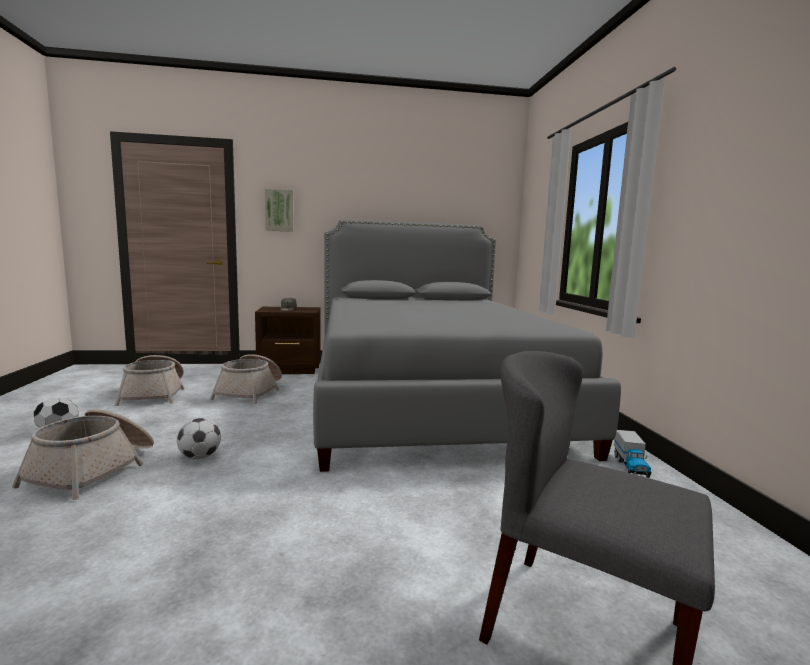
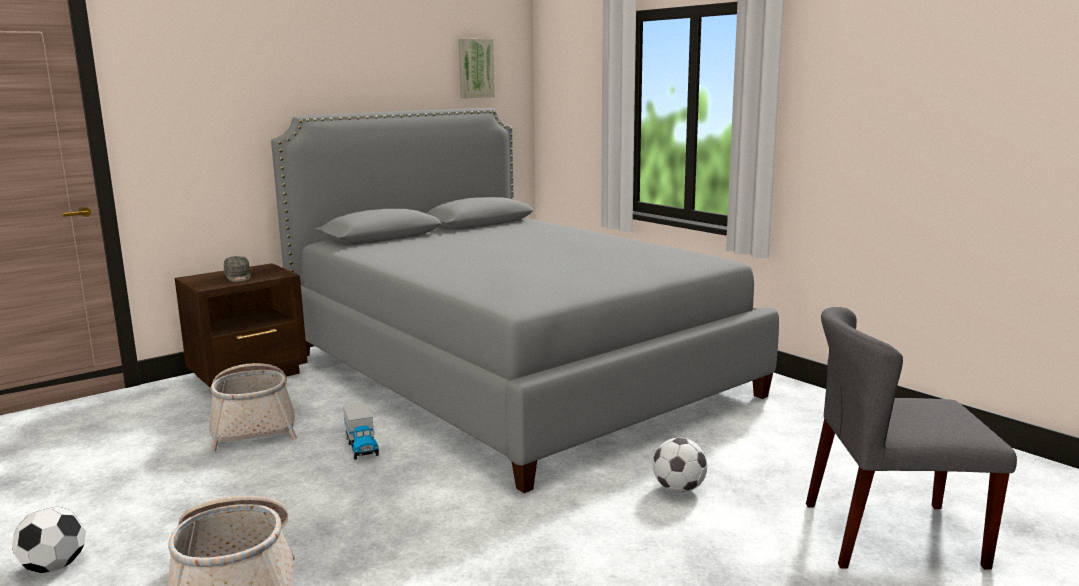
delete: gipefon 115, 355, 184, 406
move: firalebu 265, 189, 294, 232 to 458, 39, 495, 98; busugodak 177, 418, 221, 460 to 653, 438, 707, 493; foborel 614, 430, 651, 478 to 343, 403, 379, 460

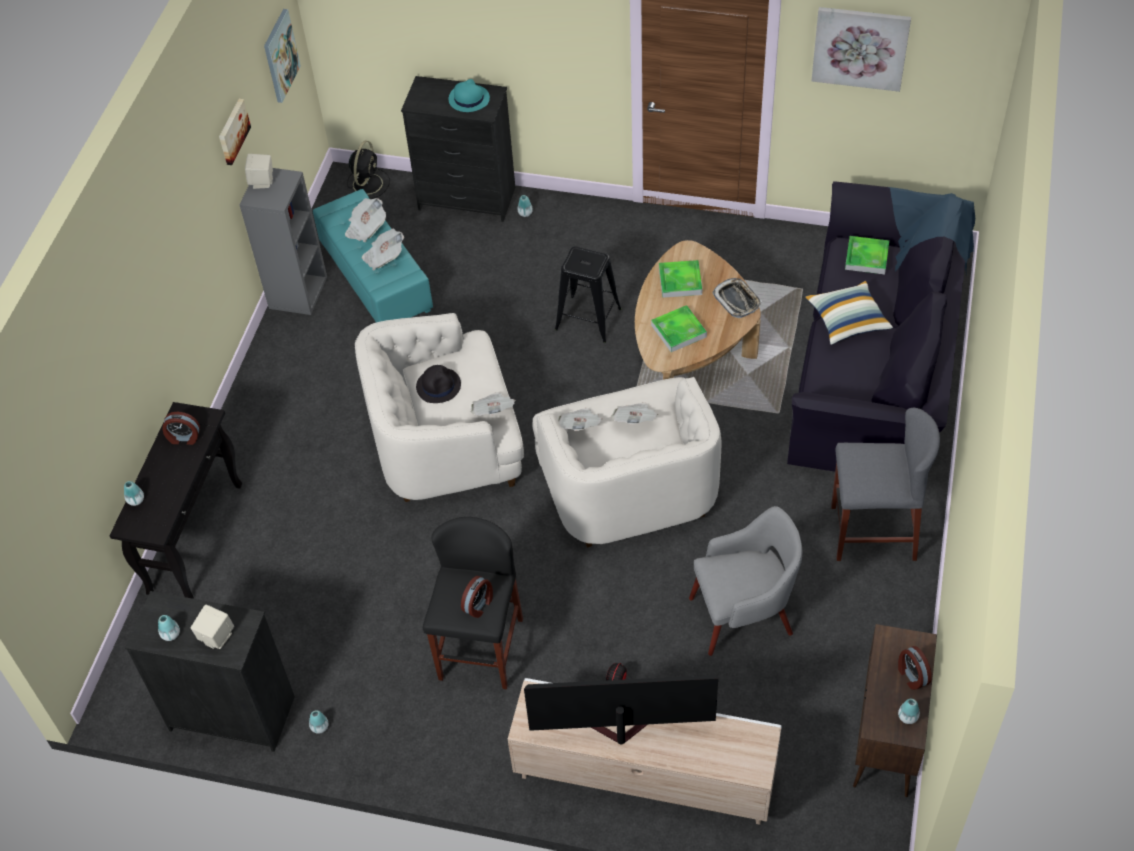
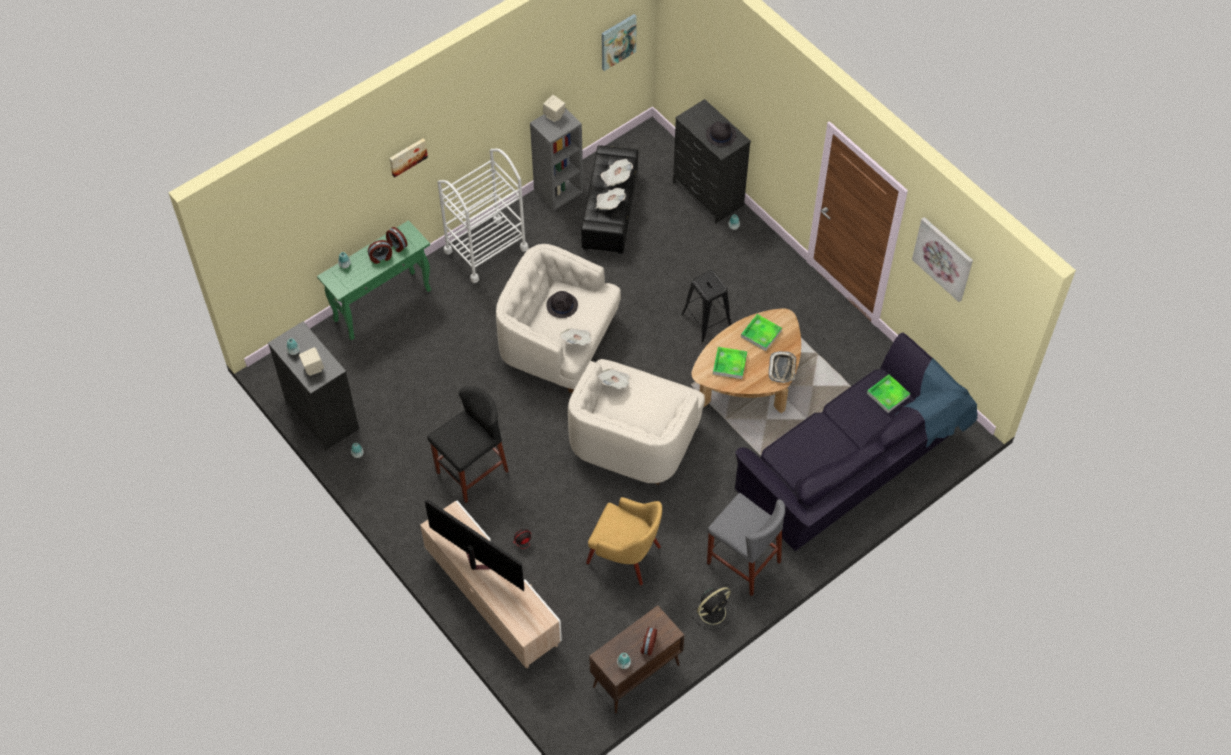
delete: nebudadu 805, 281, 893, 345; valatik 611, 402, 658, 425
insert: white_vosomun 438, 149, 529, 283
move: firalebu 219, 99, 251, 165 to 390, 138, 428, 178; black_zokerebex 347, 141, 390, 199 to 692, 587, 733, 630; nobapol 461, 576, 493, 618 to 368, 240, 392, 264
recolor: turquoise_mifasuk 448, 79, 490, 112 to black_mifasuk 706, 121, 736, 147; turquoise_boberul 313, 189, 433, 322 to black_boberul 581, 145, 638, 254; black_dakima 110, 402, 242, 599 to green_dakima 317, 220, 431, 340; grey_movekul 689, 506, 802, 656 to yellow_movekul 586, 497, 662, 585

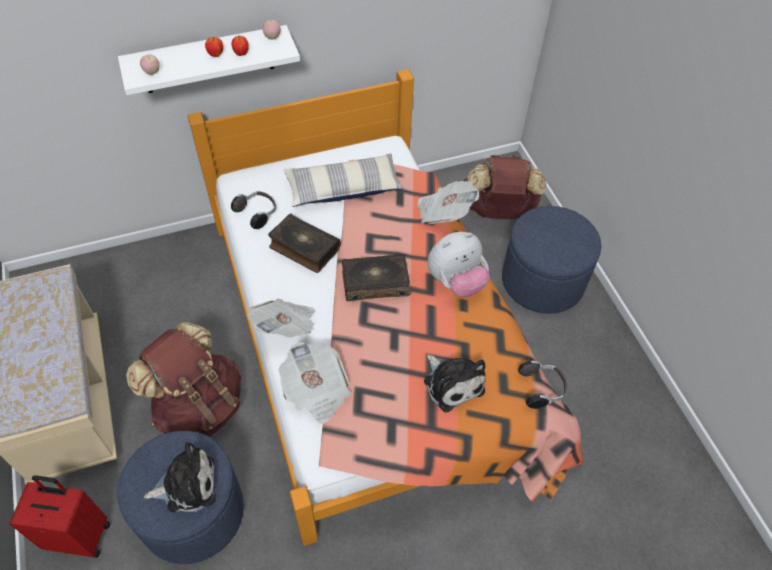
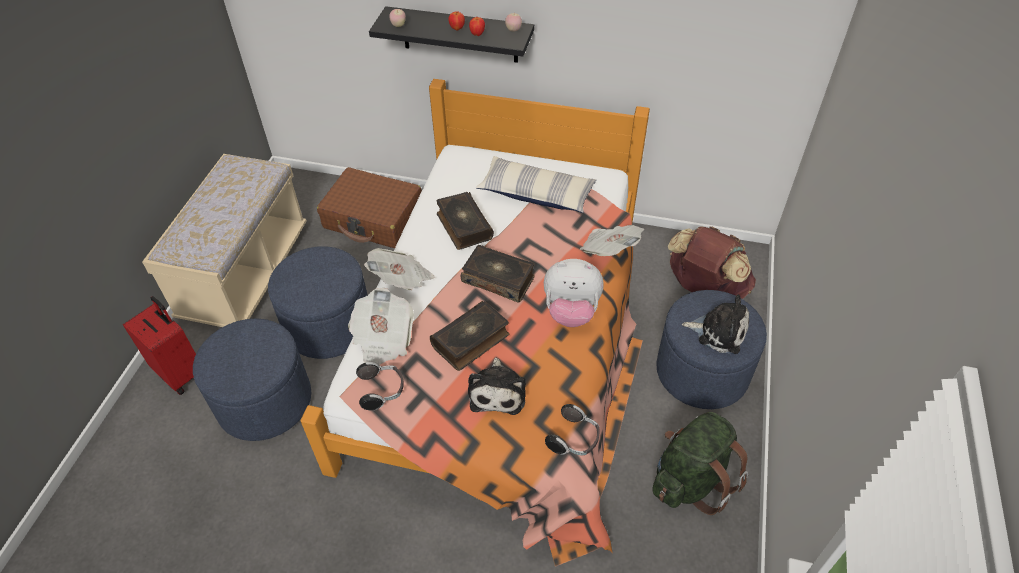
insert: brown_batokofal 317, 167, 422, 248; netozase 430, 301, 509, 371; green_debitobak 653, 412, 748, 515
move: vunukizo 231, 191, 276, 229 to 356, 362, 404, 410; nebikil 144, 442, 215, 512 to 682, 295, 749, 354
replace: brown_debitobak 126, 322, 241, 437 to blue_boberul 268, 246, 368, 359
recolor: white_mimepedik 118, 25, 300, 95 to black_mimepedik 369, 6, 534, 63

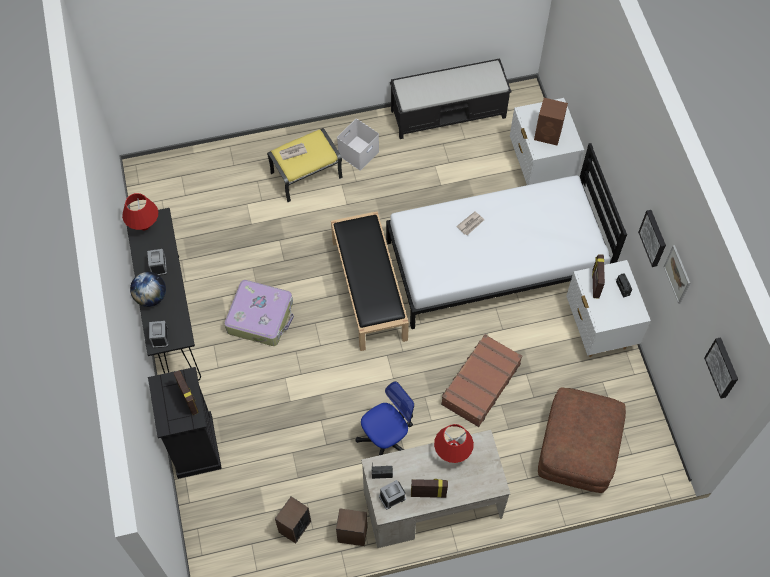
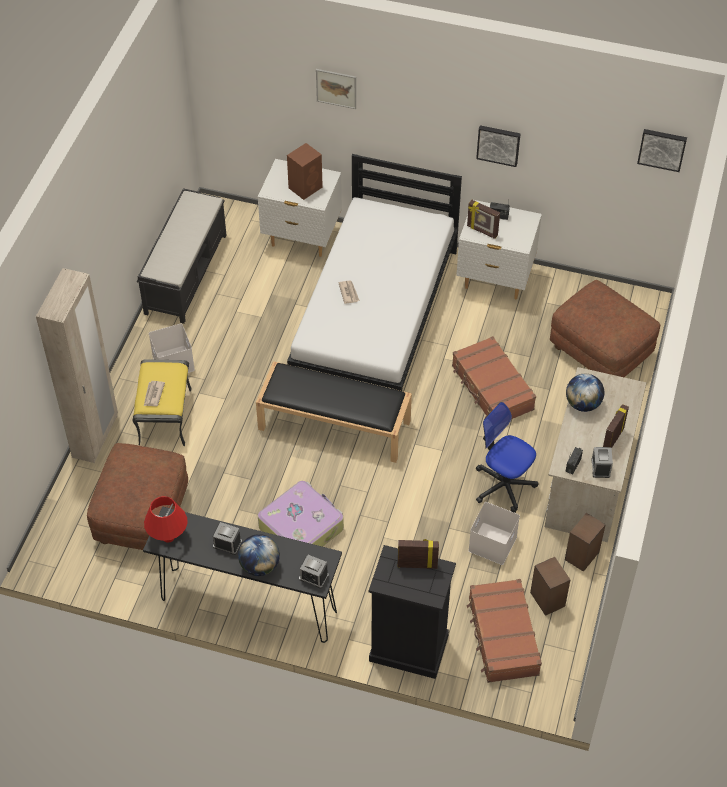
insert: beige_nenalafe 36, 268, 118, 463; brown_boberul 87, 443, 188, 550; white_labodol 468, 502, 520, 565; brown_batokofal 467, 579, 542, 683
move: firalebu 664, 245, 690, 304 to 316, 69, 356, 109
replace: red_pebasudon 434, 424, 474, 463 to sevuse 566, 374, 604, 412
rotate: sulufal 356, 381, 414, 455 = 476, 402, 538, 513 45 degrees counterclockwise

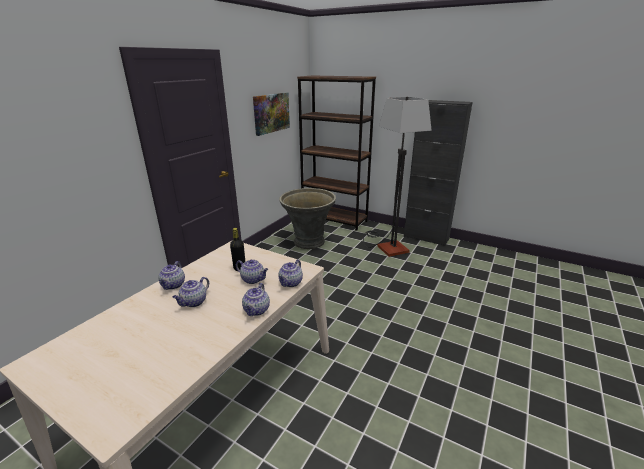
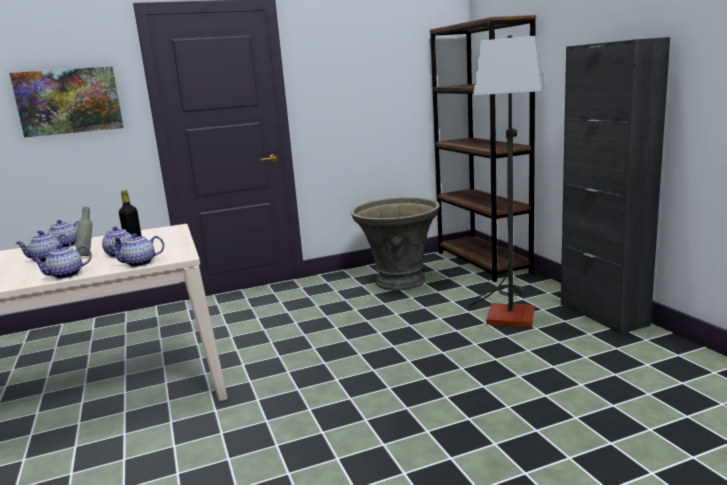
insert: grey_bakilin 76, 207, 92, 256
move: firalebu 253, 92, 290, 136 to 10, 66, 124, 137

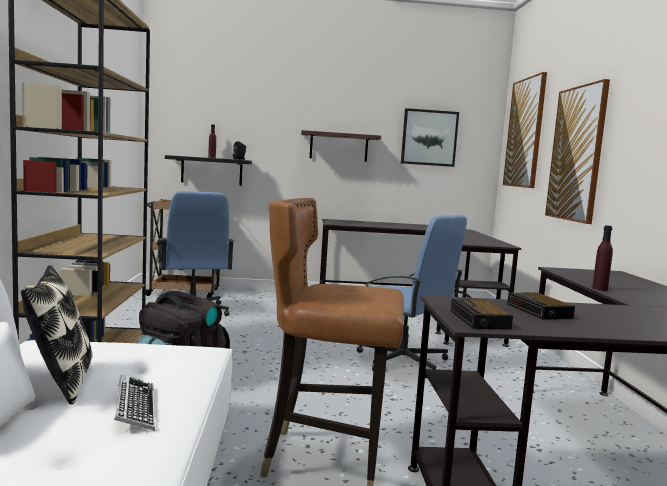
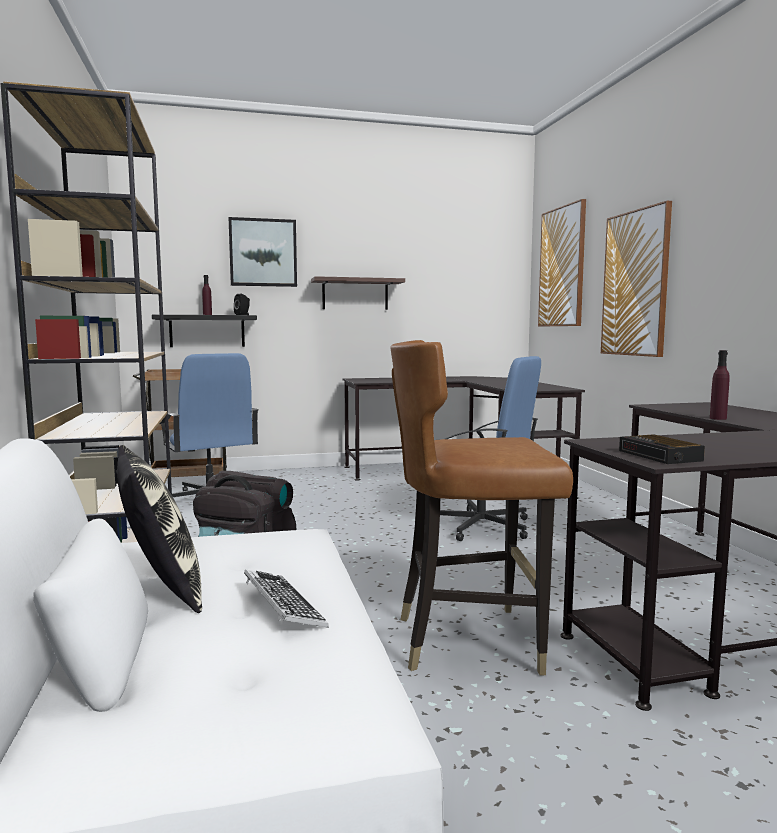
delete: nobapol 507, 292, 575, 320
move: firalebu 401, 108, 459, 167 to 228, 217, 297, 287

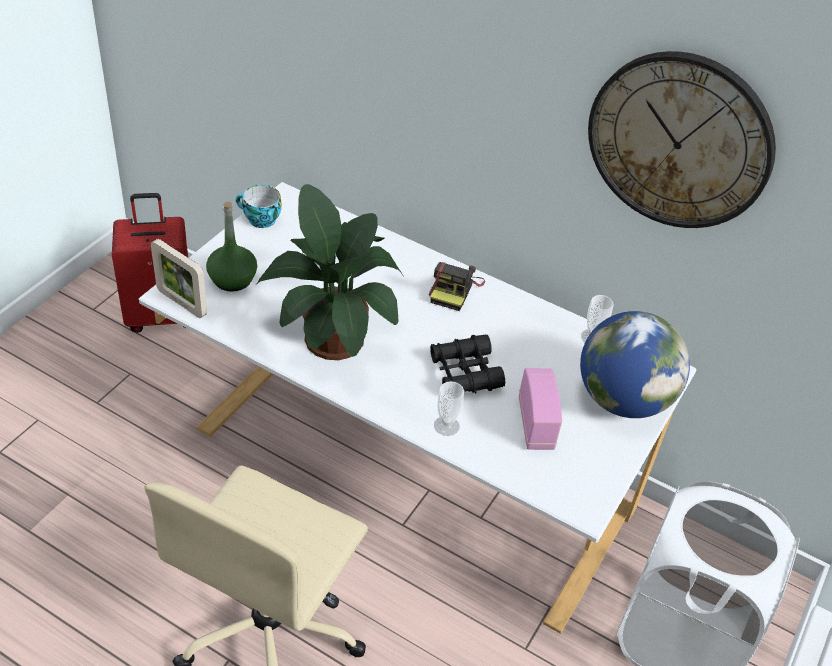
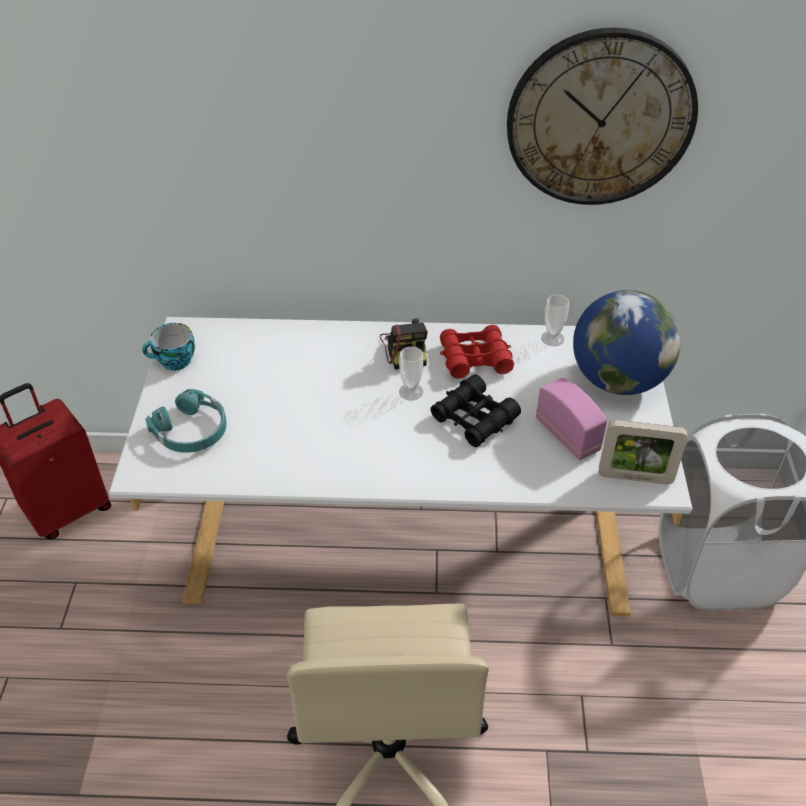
delete: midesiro 257, 184, 404, 360
insert: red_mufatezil 440, 325, 514, 379
move: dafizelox 151, 239, 207, 318 to 599, 420, 688, 484; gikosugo 434, 381, 464, 436 to 399, 347, 423, 400
replace: green_bakilin 206, 201, 257, 292 to turquoise_vunukizo 145, 389, 227, 453

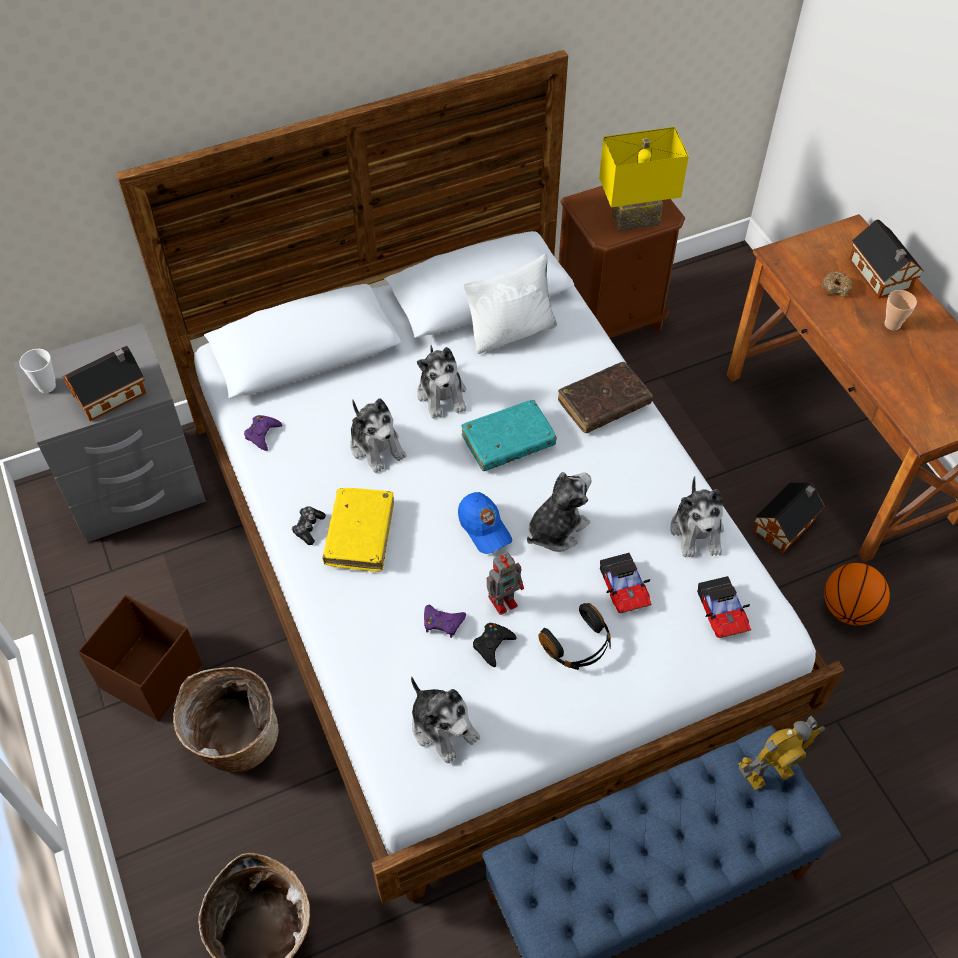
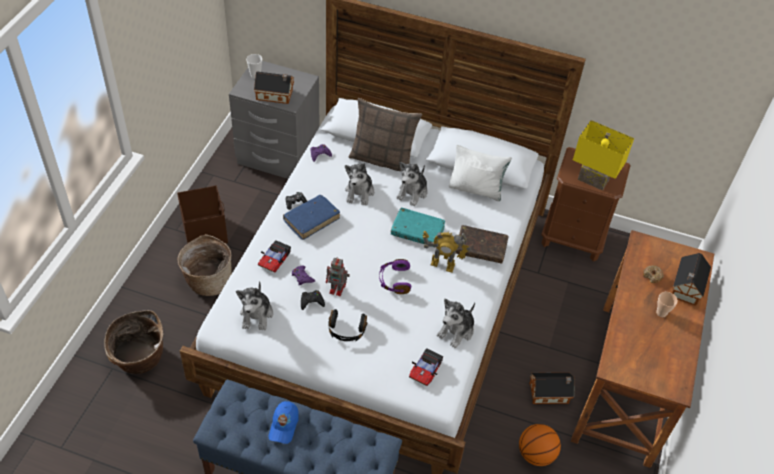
insert: nebudadu 349, 98, 422, 171
move: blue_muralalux 458, 492, 512, 554 to 268, 401, 299, 444; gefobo 600, 553, 651, 613 to 258, 240, 291, 272; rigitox 738, 716, 825, 790 to 423, 231, 471, 273
replace: nebikil 527, 472, 592, 552 to purple_vunukizo 379, 259, 411, 294
recolor: yellow_netozase 322, 488, 394, 572 to blue_netozase 283, 195, 340, 240

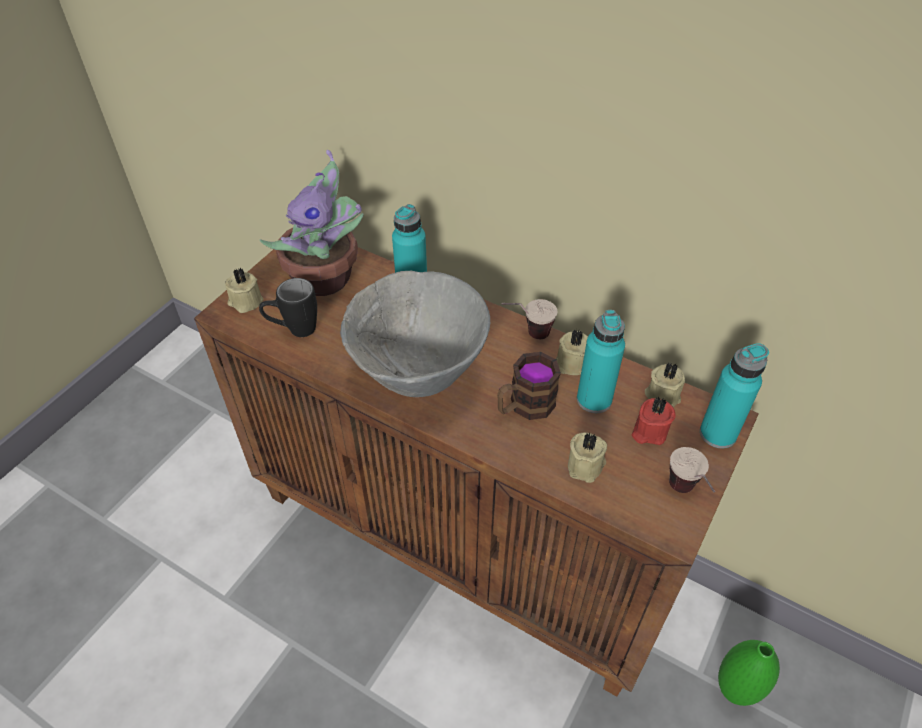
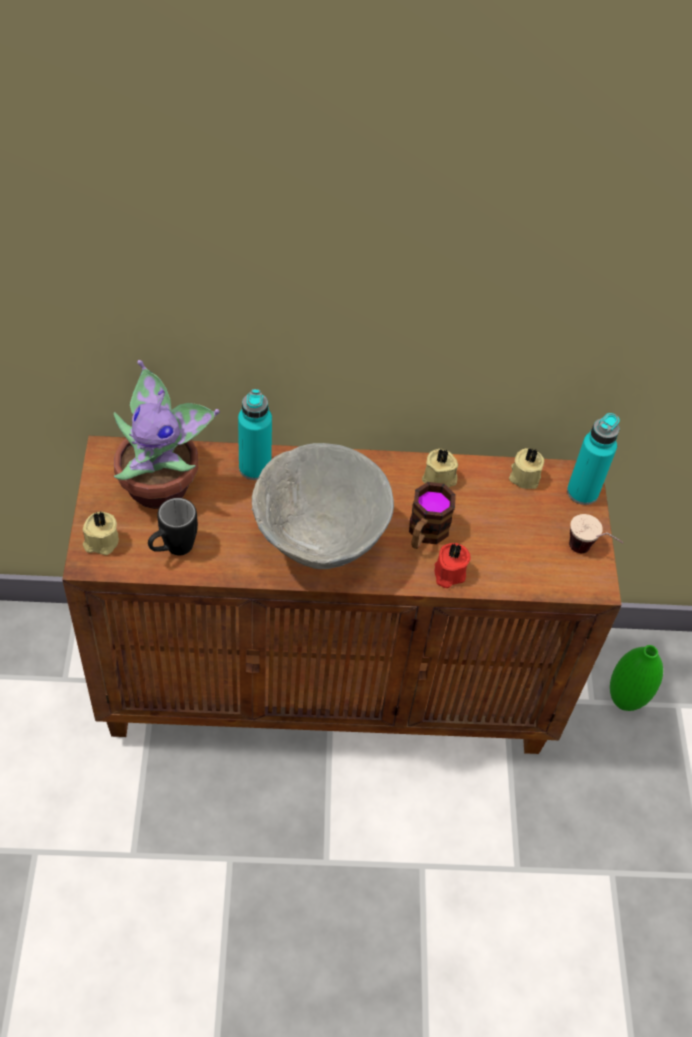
delete: gikosugo 502, 299, 558, 339; turquoise_bakilin 577, 310, 625, 413; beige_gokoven 568, 432, 607, 483
move: red_gokoven 632, 396, 675, 445 to 434, 543, 471, 588

